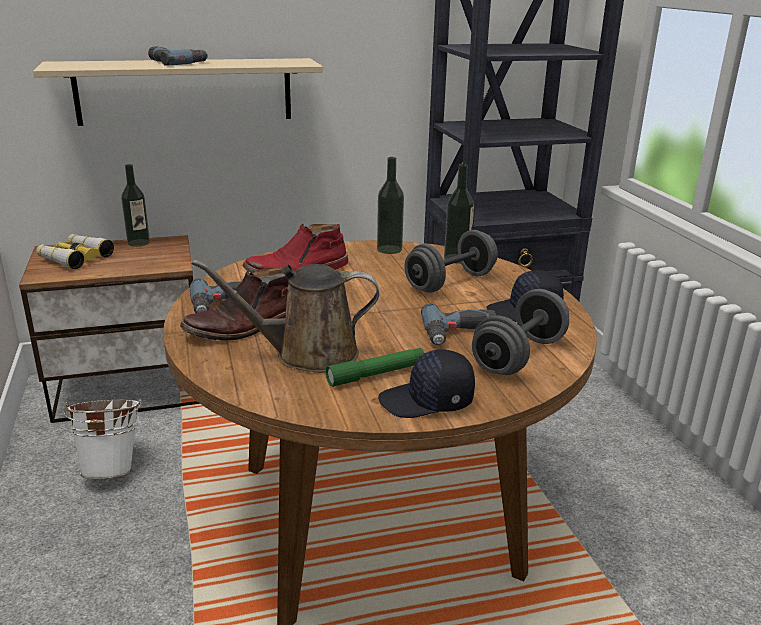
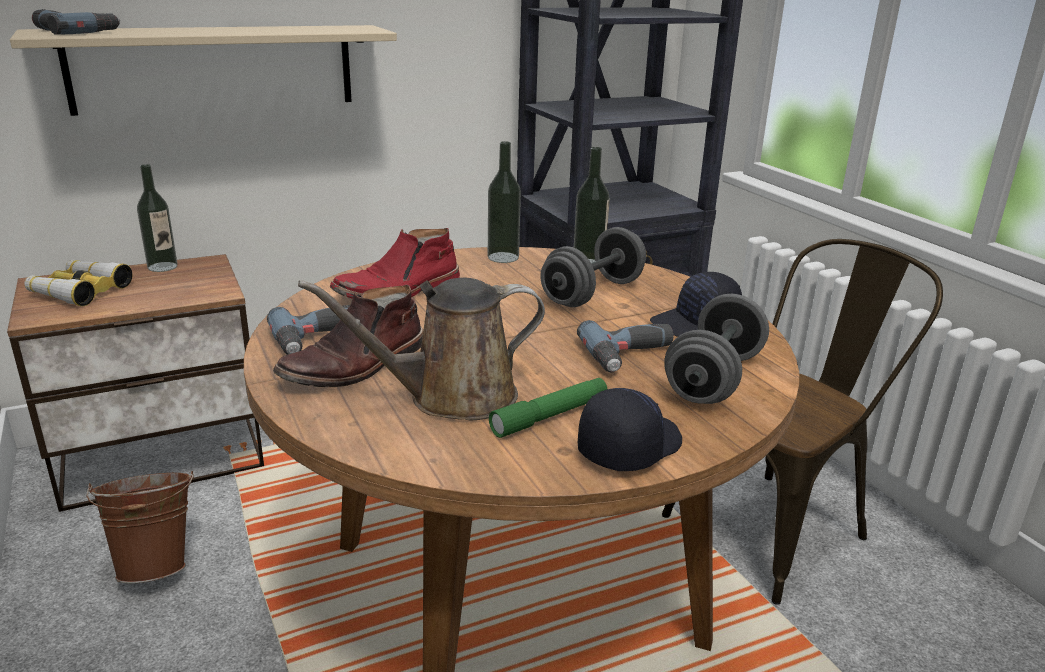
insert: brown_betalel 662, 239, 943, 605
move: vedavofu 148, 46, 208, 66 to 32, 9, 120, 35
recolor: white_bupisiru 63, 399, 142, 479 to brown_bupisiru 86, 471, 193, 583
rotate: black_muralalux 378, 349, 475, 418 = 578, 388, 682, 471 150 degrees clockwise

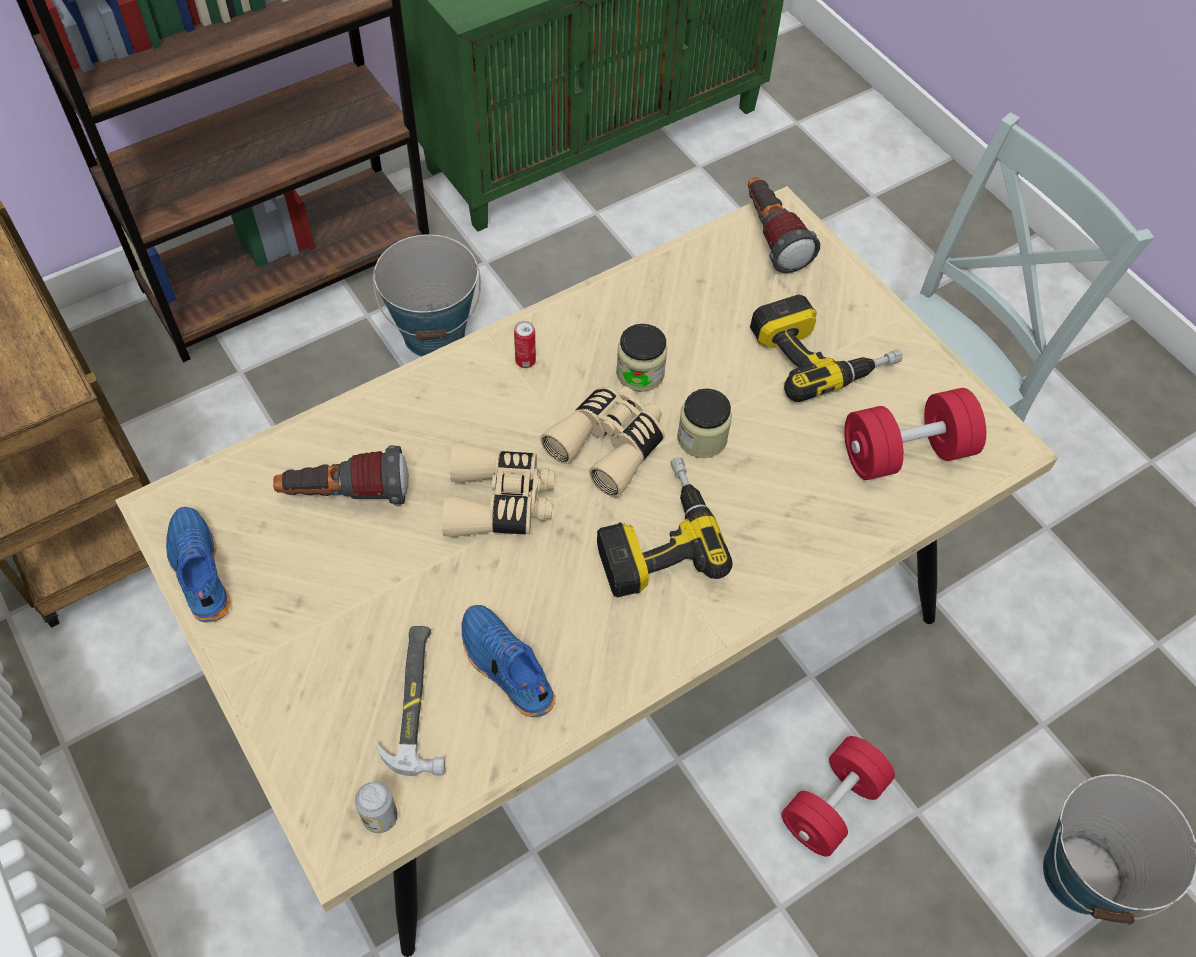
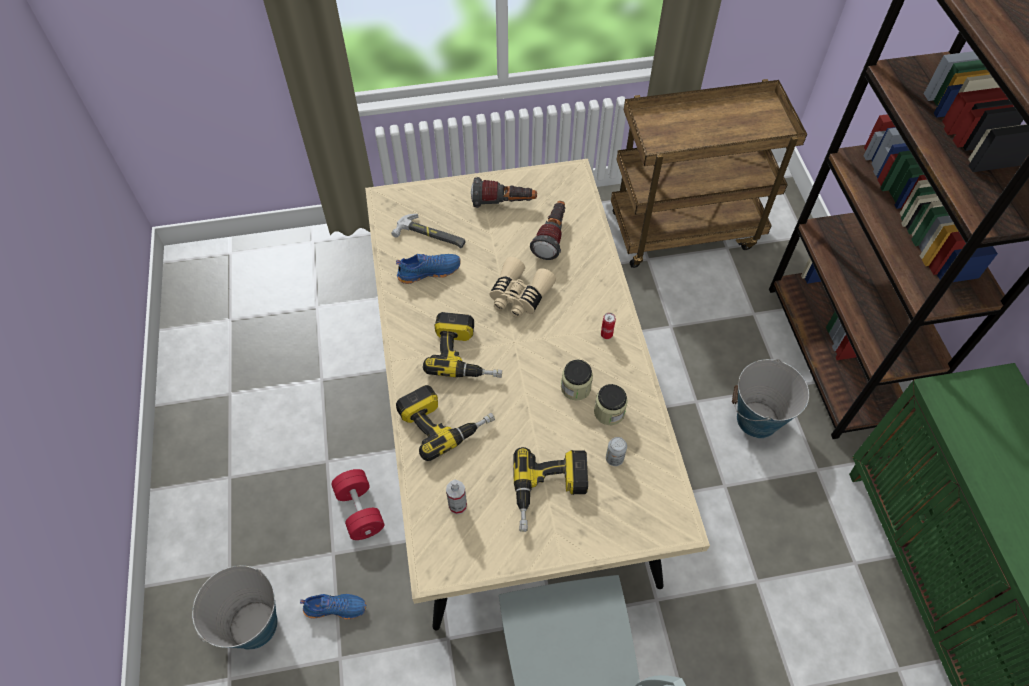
delete: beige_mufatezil 540, 386, 665, 497
insert: vedavofu 396, 385, 495, 461
move: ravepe 748, 177, 820, 273 to 471, 177, 537, 208; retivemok 677, 388, 732, 458 to 594, 384, 628, 425; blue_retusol 166, 507, 231, 623 to 300, 594, 366, 619; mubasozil 355, 781, 398, 833 to 606, 437, 627, 466
replace: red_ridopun 844, 388, 986, 480 to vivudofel 446, 480, 467, 514

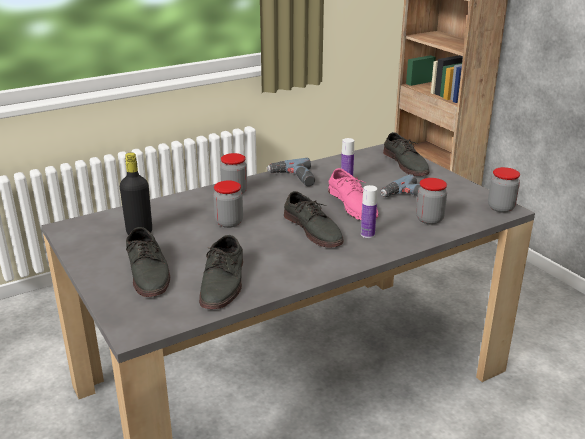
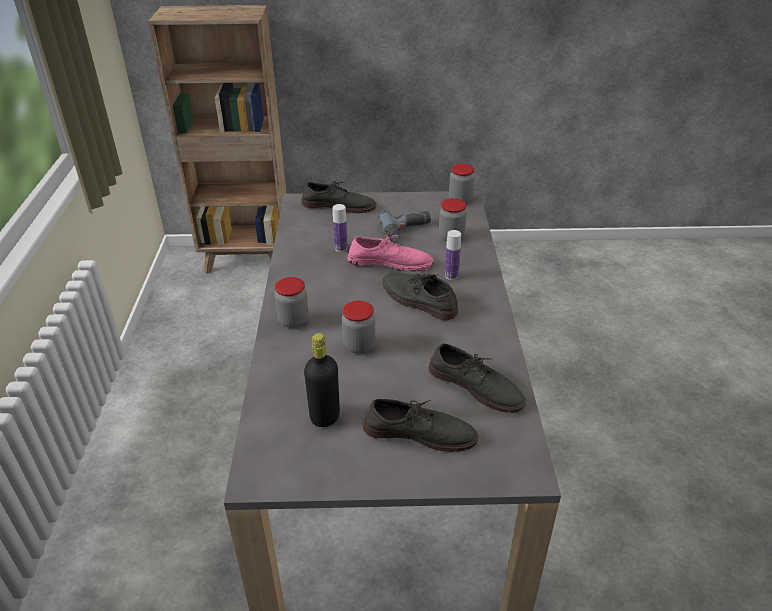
delete: vedavofu 267, 158, 315, 186
rotate: grey_retusol 284, 191, 343, 248 = 383, 272, 458, 320 135 degrees counterclockwise

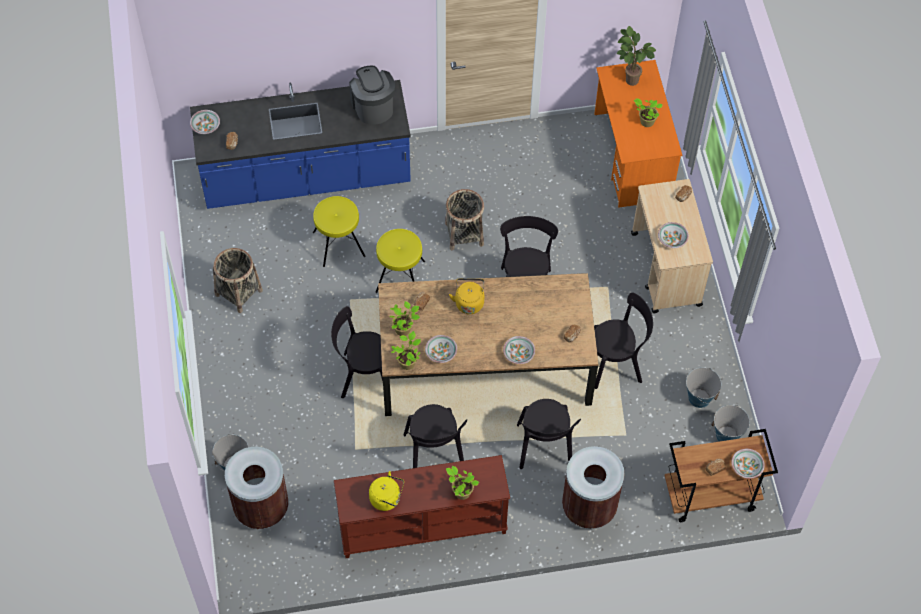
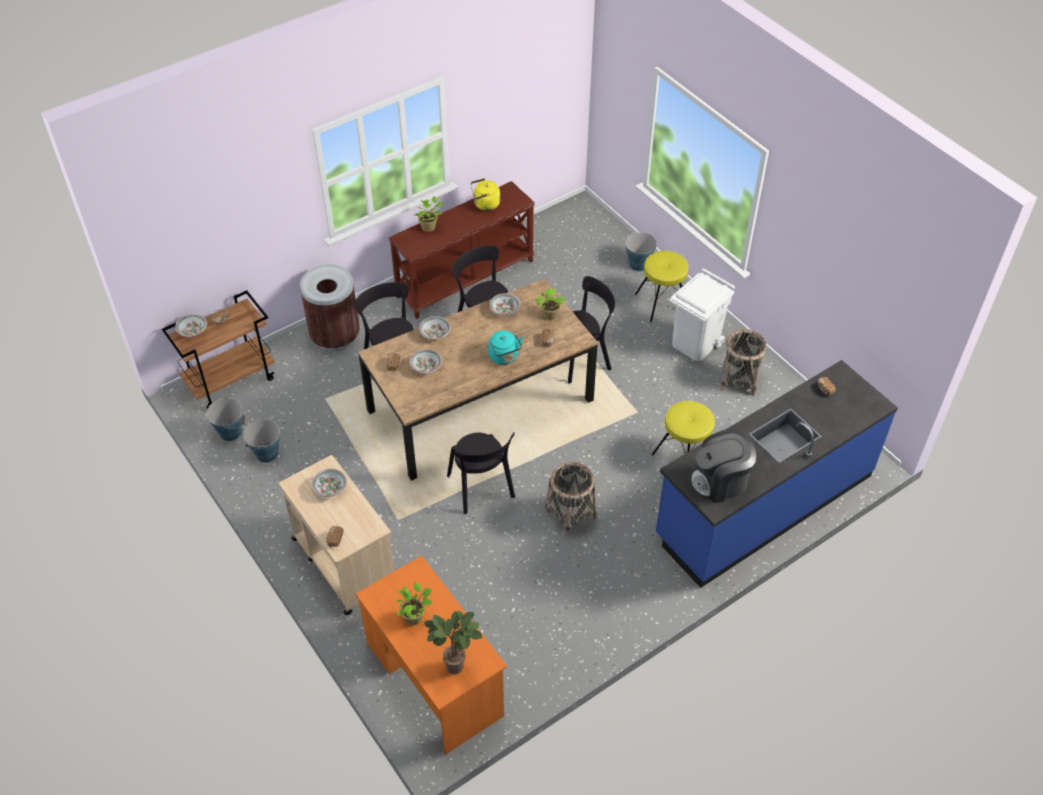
delete: black_betalel 594, 292, 653, 389; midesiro 391, 331, 421, 370; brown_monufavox 225, 447, 289, 529
insert: white_monufavox 669, 268, 735, 361
move: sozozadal 190, 110, 220, 134 to 410, 349, 442, 373; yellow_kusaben 376, 229, 425, 293 to 635, 251, 688, 322
recolor: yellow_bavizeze 449, 278, 484, 314 to turquoise_bavizeze 488, 331, 523, 364
rotate: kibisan 349, 65, 395, 125 = 690, 429, 756, 503 120 degrees clockwise

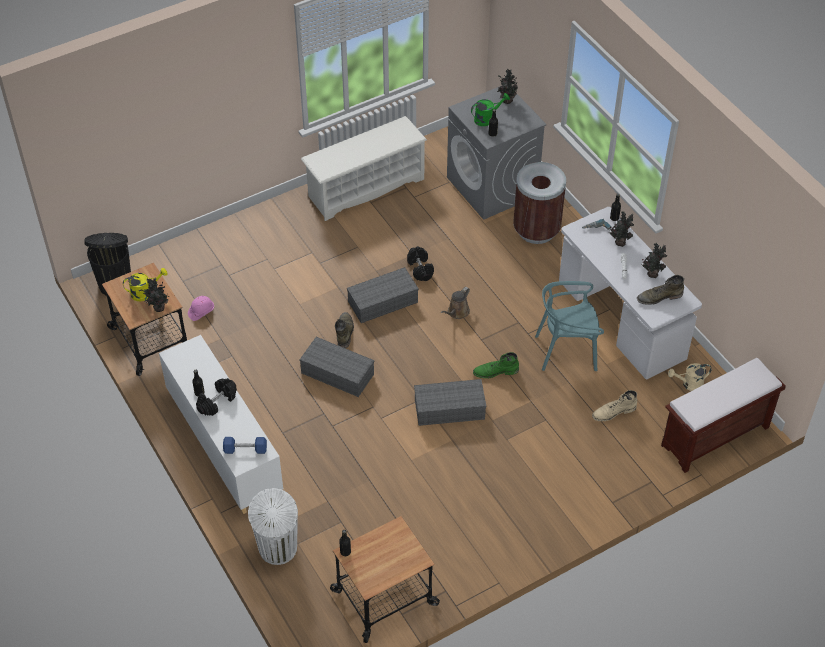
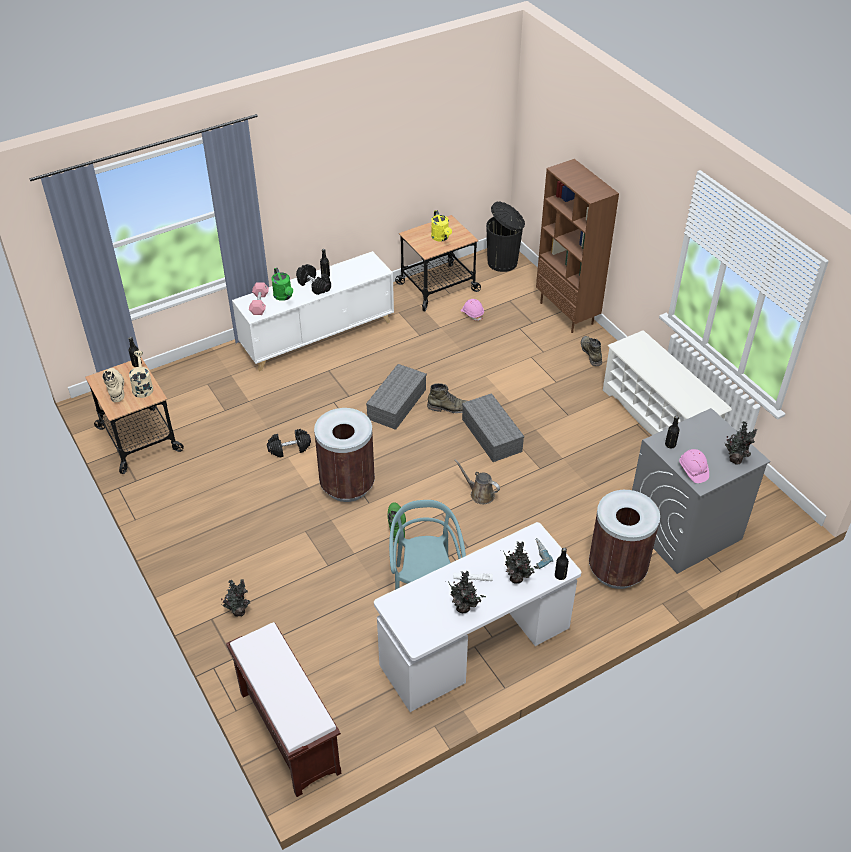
delete: white_monufavox 248, 488, 298, 565
insert: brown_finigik 536, 159, 619, 333; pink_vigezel 679, 449, 709, 483
move: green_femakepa 471, 93, 510, 126 to 271, 268, 293, 301; black_ridopun 407, 246, 434, 281 to 267, 429, 311, 458; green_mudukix 637, 275, 684, 305 to 581, 336, 602, 366; midesiro 139, 277, 168, 312 to 221, 579, 250, 617; beige_femakepa 668, 363, 712, 391 to 129, 351, 153, 398; beige_mudukix 592, 390, 637, 421 to 102, 368, 124, 402
replace: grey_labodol 414, 379, 486, 426 to brown_monufavox 314, 408, 375, 502
recolor: blue_ridopun 223, 437, 267, 454 to pink_ridopun 249, 282, 269, 315

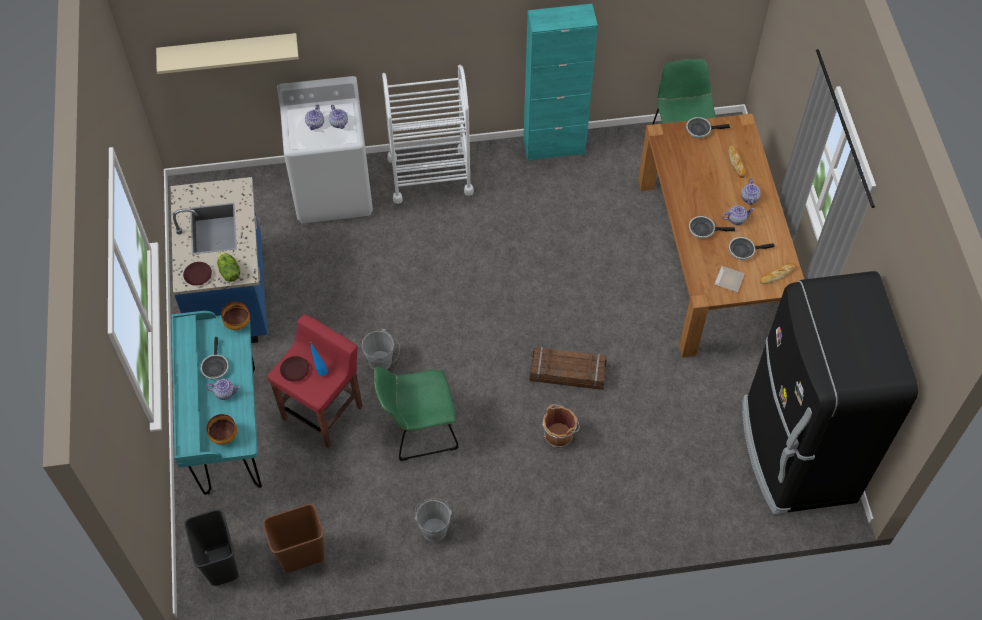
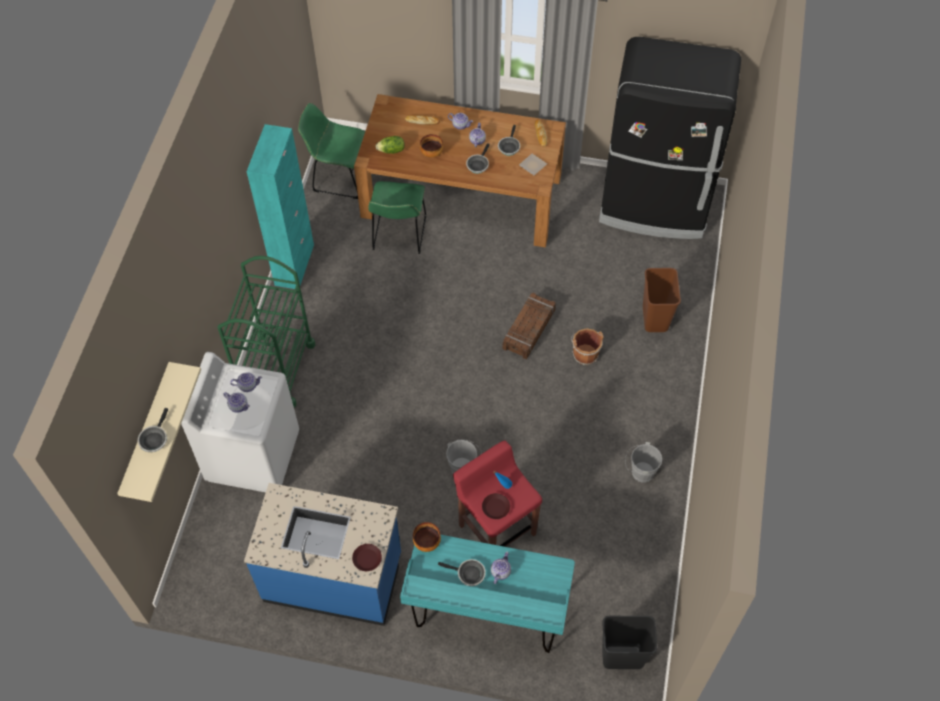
move: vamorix 686, 117, 730, 138 to 138, 408, 168, 452; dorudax 217, 251, 240, 282 to 376, 136, 405, 154; green_betalel 374, 367, 459, 461 to 368, 181, 426, 254; sozozadal 207, 414, 237, 445 to 420, 134, 443, 157; brown_monufavox 263, 504, 324, 573 to 643, 268, 681, 332
recolor: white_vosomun 382, 65, 474, 204 to green_vosomun 218, 256, 315, 408

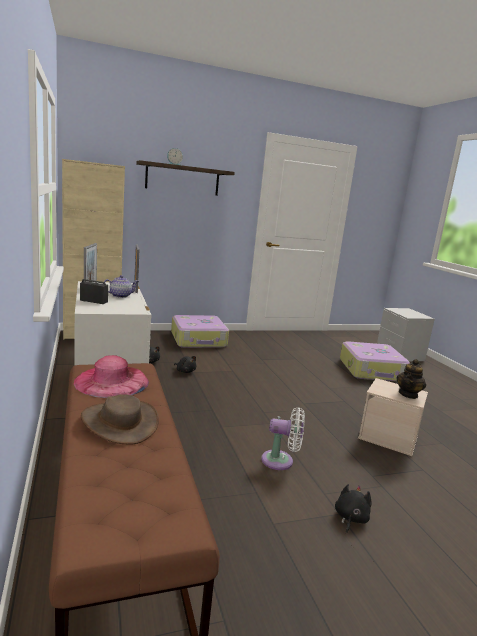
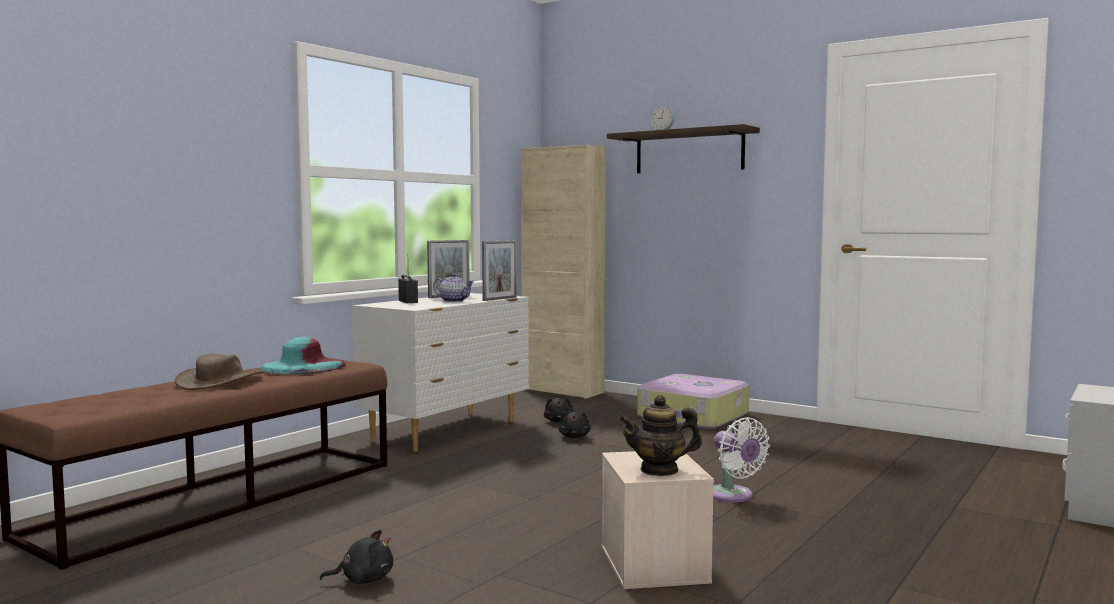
delete: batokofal 340, 341, 410, 381
move: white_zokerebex 261, 407, 305, 470 to 713, 417, 770, 502
recolor: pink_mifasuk 74, 355, 149, 398 to turquoise_mifasuk 260, 337, 346, 374

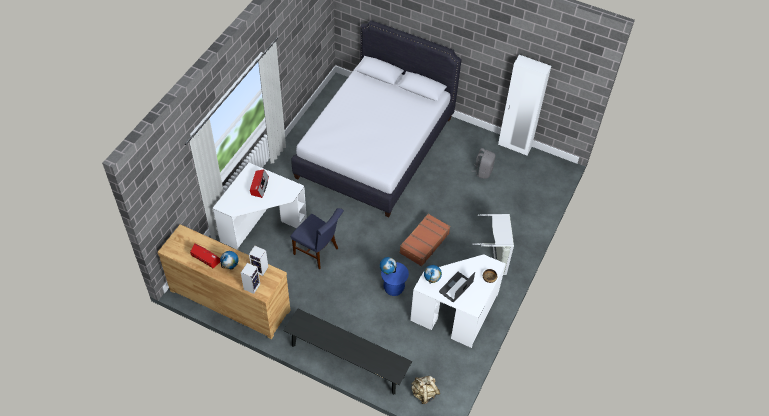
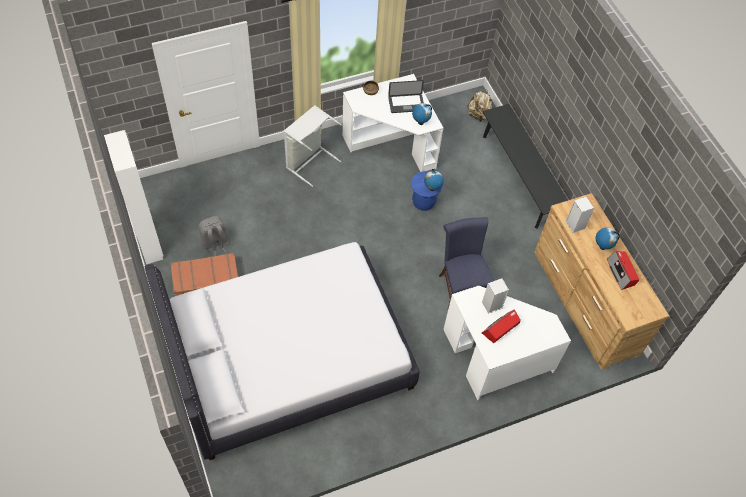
move: brown_batokofal 399, 213, 450, 267 to 170, 253, 238, 296; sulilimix 241, 263, 260, 294 to 482, 278, 509, 314

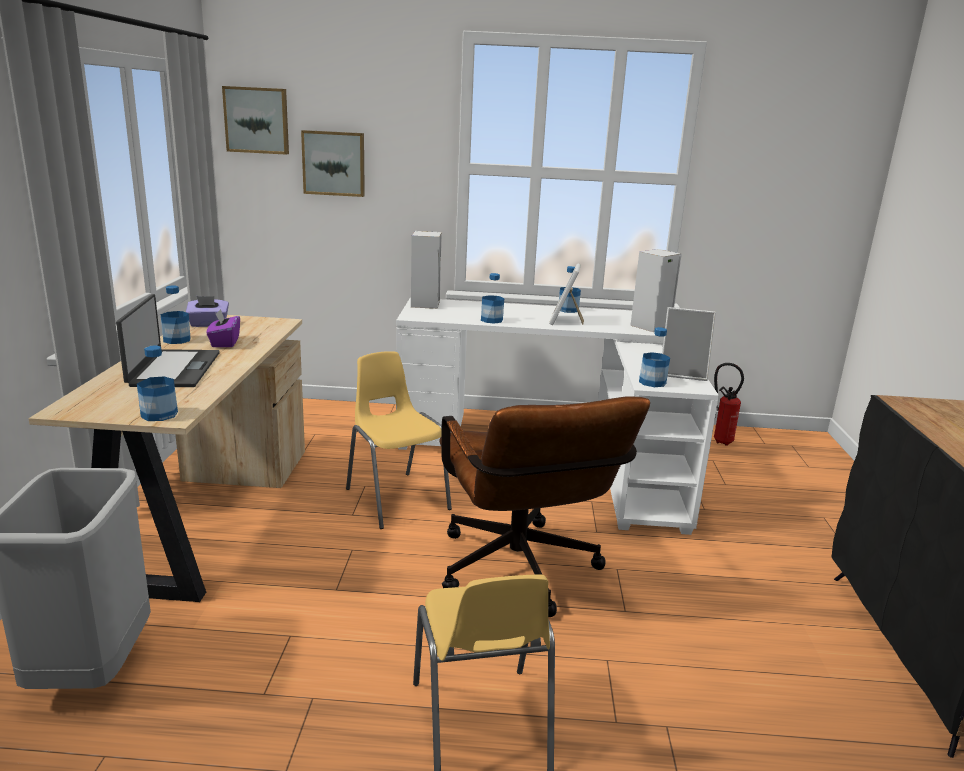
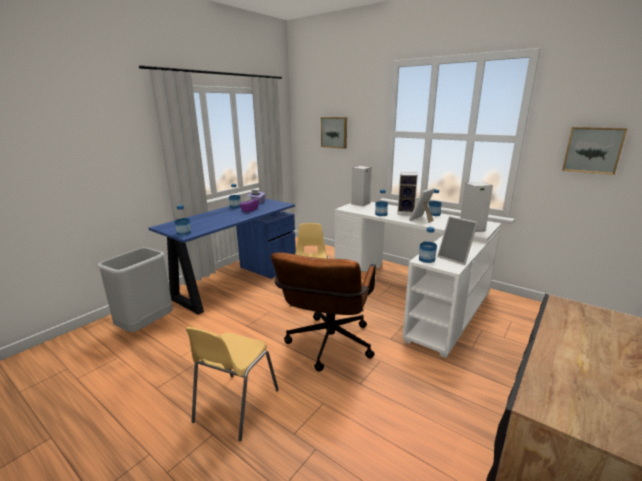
delete: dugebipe 116, 294, 220, 387; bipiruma 714, 363, 744, 446
insert: sulilimix 397, 172, 418, 216
move: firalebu 222, 86, 289, 155 to 562, 127, 628, 175
recolor: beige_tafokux 28, 315, 305, 602 to blue_tafokux 149, 199, 296, 315

